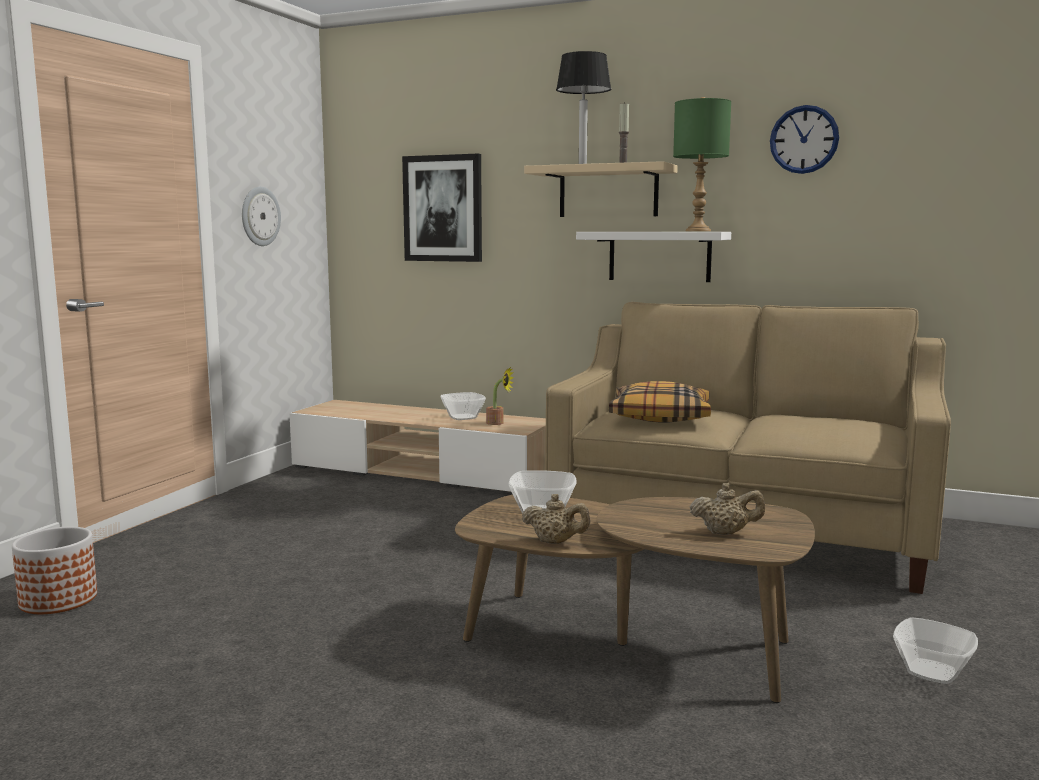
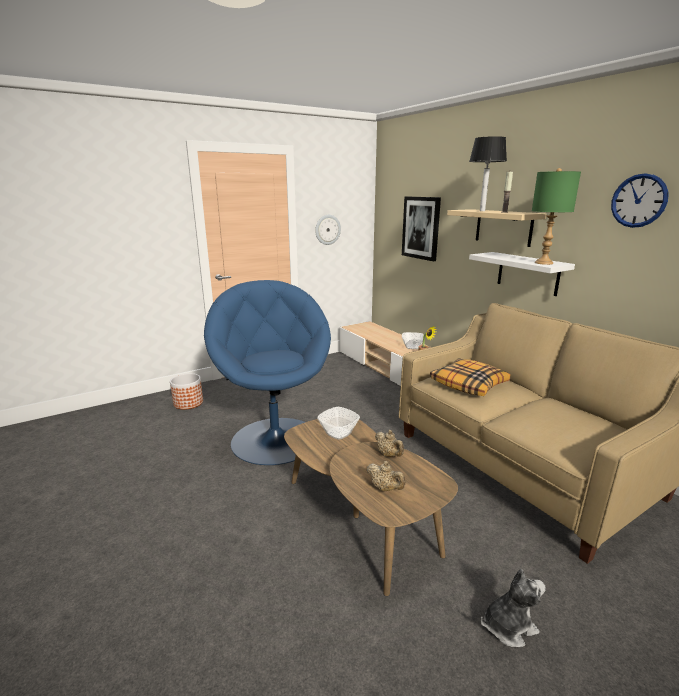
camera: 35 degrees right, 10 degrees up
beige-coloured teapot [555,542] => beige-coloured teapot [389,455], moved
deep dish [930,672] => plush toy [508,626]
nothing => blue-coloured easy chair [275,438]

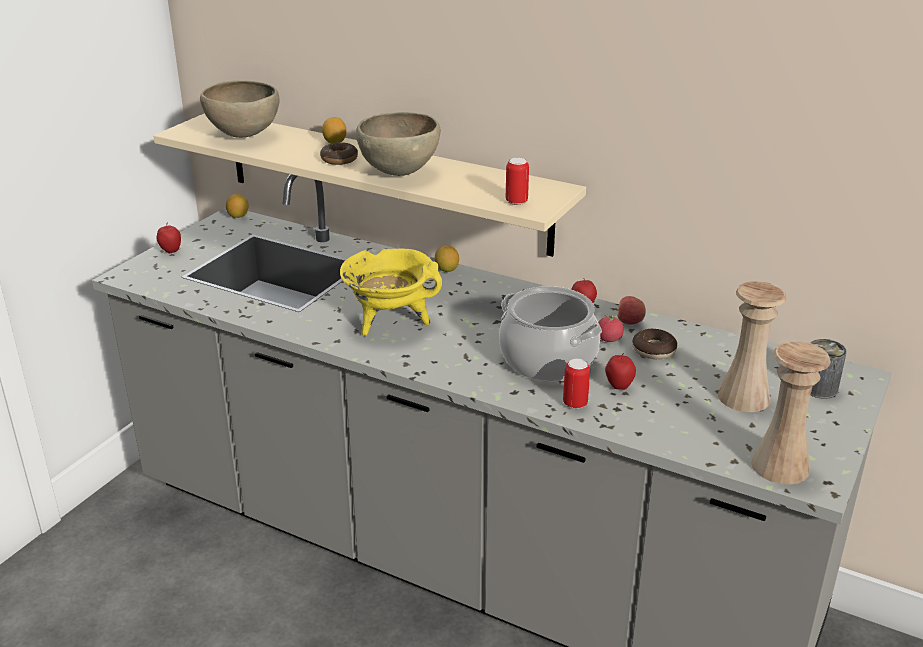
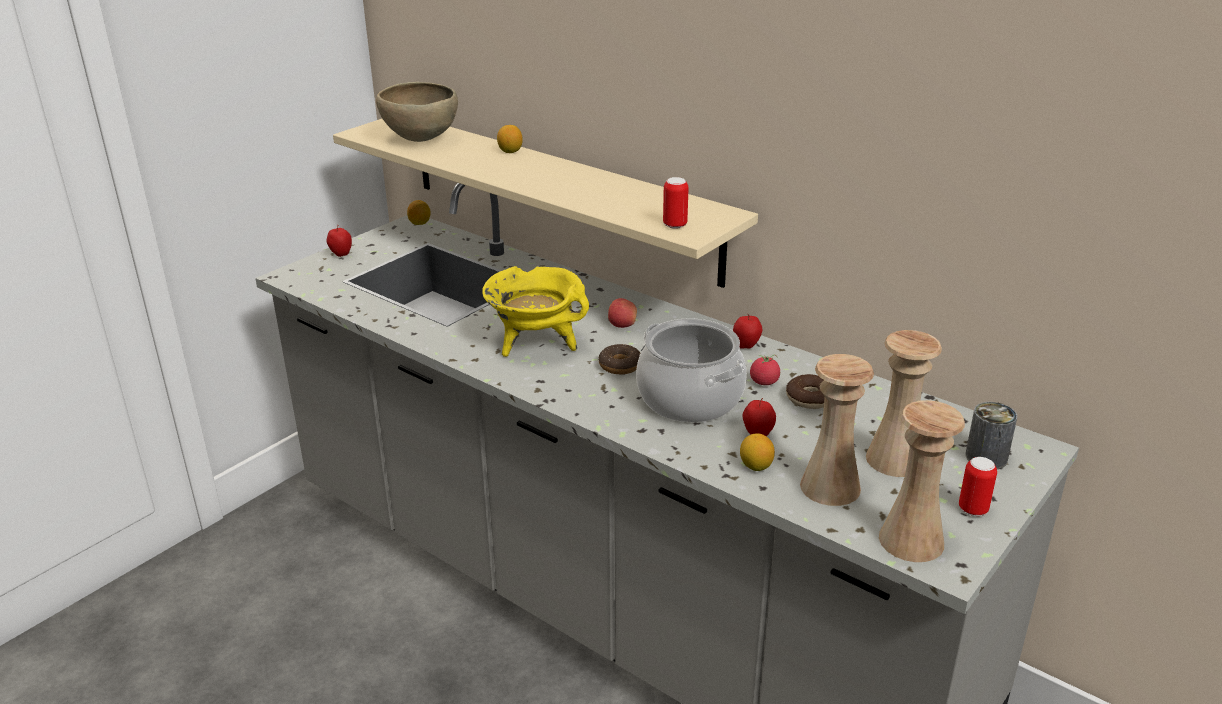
camera: 10 degrees right, 0 degrees up
brownish deep dish [399,173] => nothing
donut [339,159] => donut [620,365], moved
lemon [447,270] => lemon [756,466], moved
whole apple [629,322] => whole apple [622,325], moved
sealed can [575,404] => sealed can [973,509], moved
nothing => beige-coloured vase [830,487]

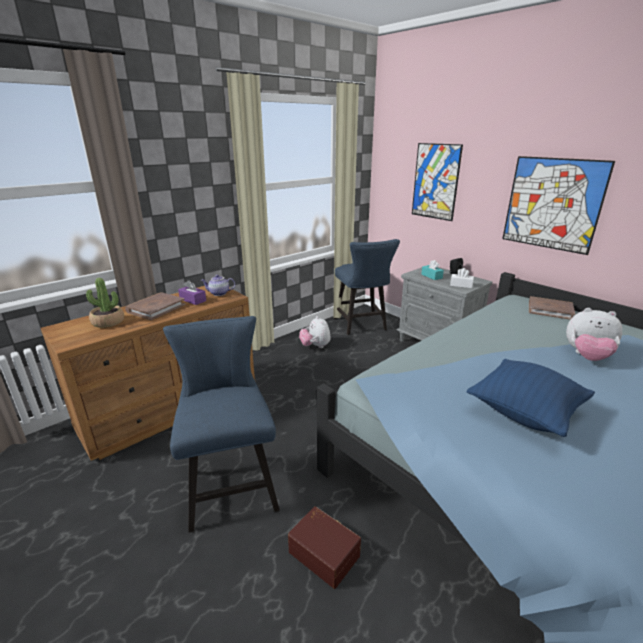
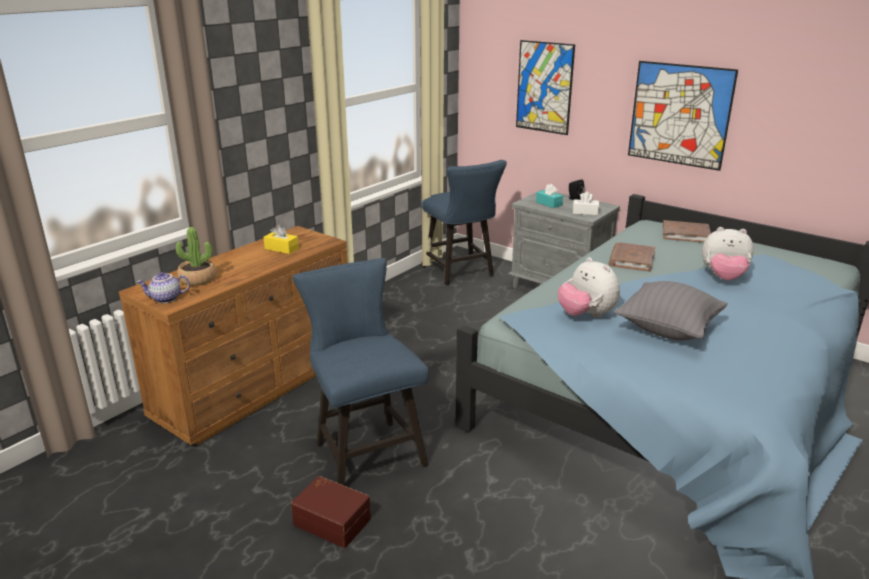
camera: 10 degrees left, 0 degrees up
teapot [219,293] => teapot [165,299], moved
purplish box of tissues [193,300] => yellowish box of tissues [281,248]
brownish bound book [156,308] => brownish bound book [631,259], moved
plush toy [315,346] => plush toy [586,315], moved
blue-coloured throw pillow [525,413] => grey throw pillow [668,330]
brownish storage container [325,552] => brownish storage container [333,520], moved

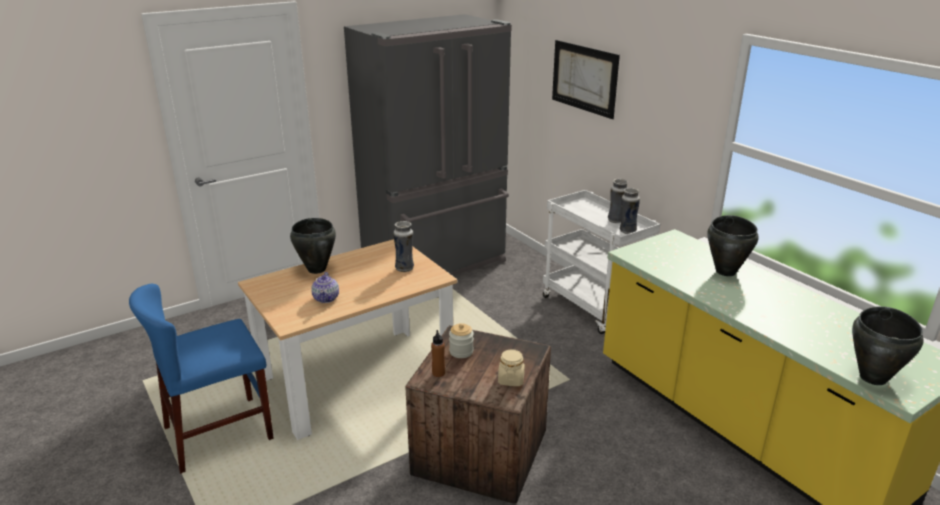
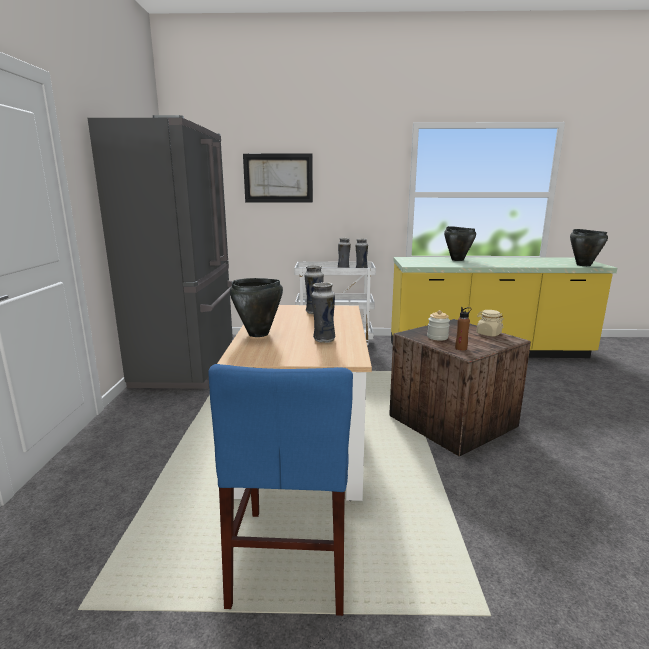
camera: 55 degrees left, 10 degrees down
teapot [326,298] => vase [323,340]

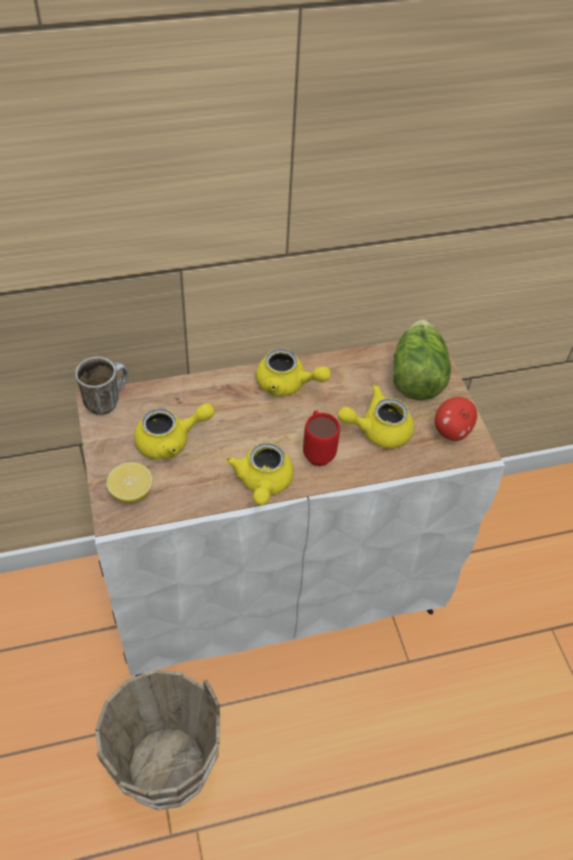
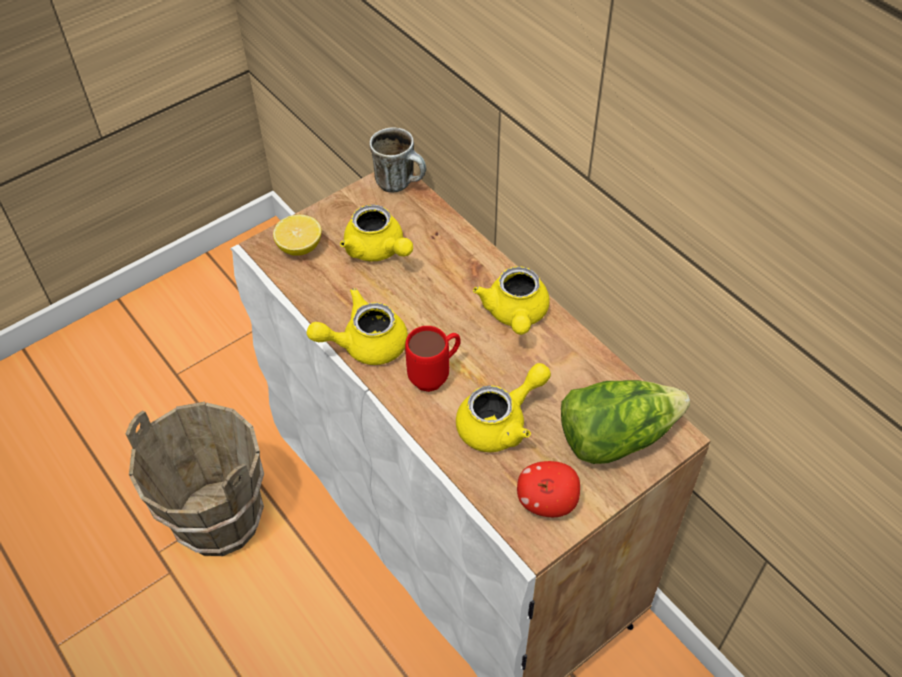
camera: 70 degrees right, 0 degrees up
yellowish teapot [377,430] => yellowish teapot [501,423], 90 degrees clockwise

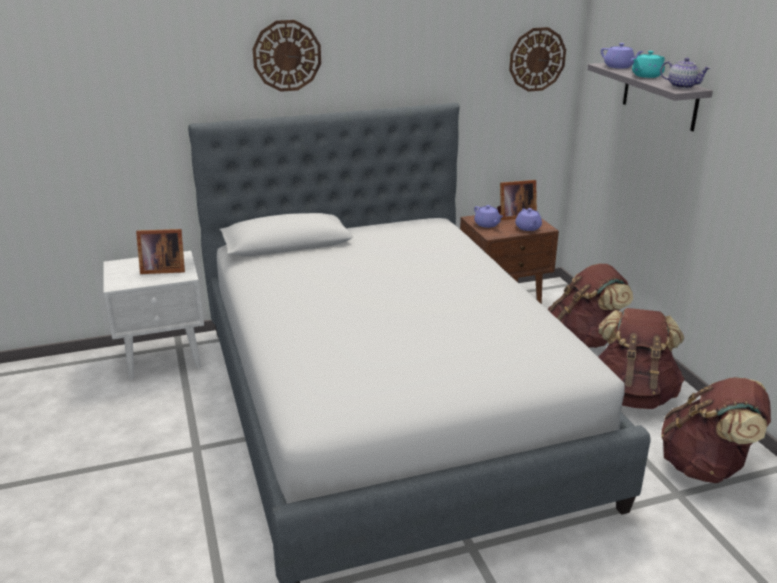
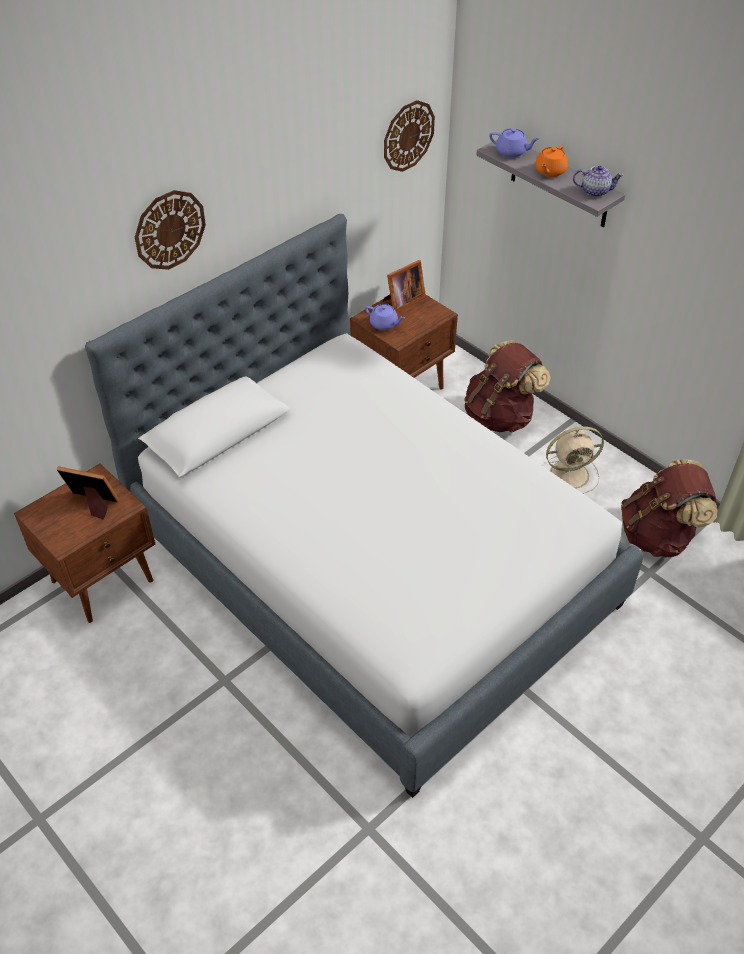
camera: 25 degrees left, 20 degrees up
turquoise-coloured teapot [646,76] => orange-coloured teapot [550,171]
purplish teapot [528,228] => nothing
photo frame [162,269] => photo frame [93,504], 135 degrees counterclockwise
white bedside table [164,357] => brownish bedside table [104,580]
brownish backpack [632,395] => beige-coloured electric fan [571,474]

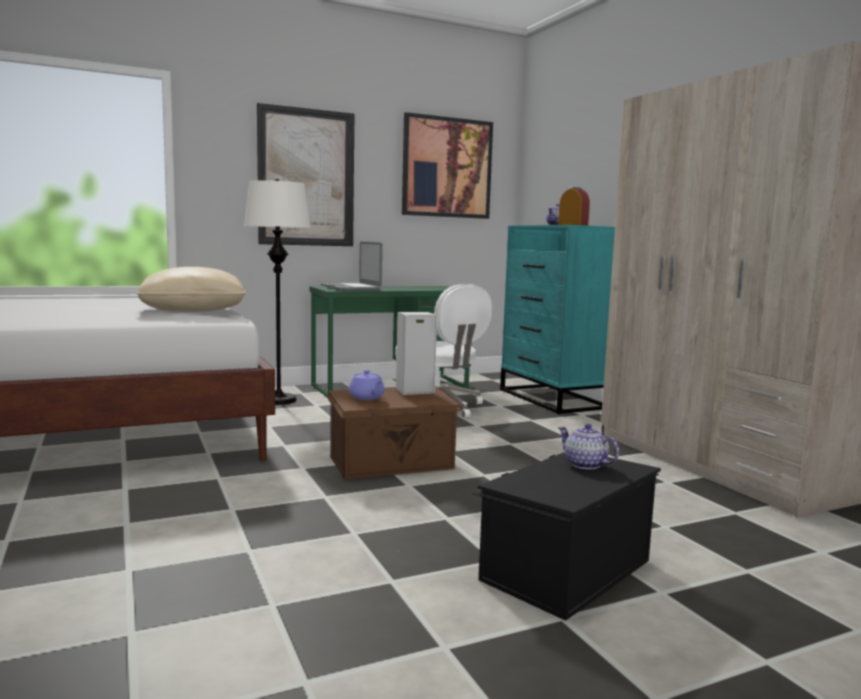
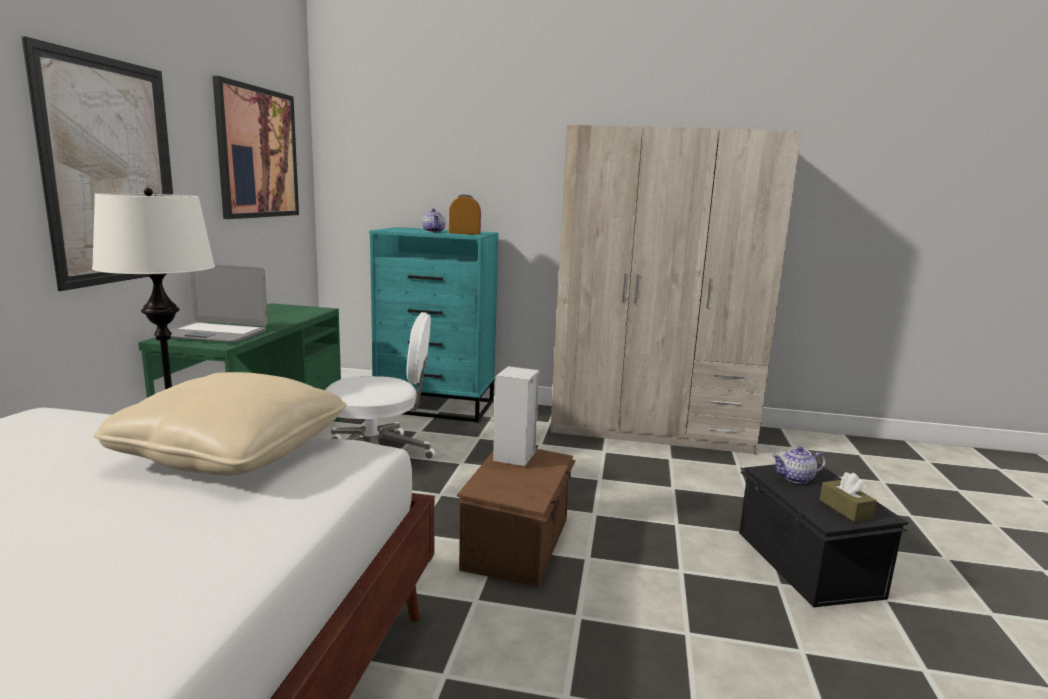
camera: 55 degrees left, 5 degrees up
purplish teapot [367,397] => nothing
nothing => brownish box of tissues [845,509]

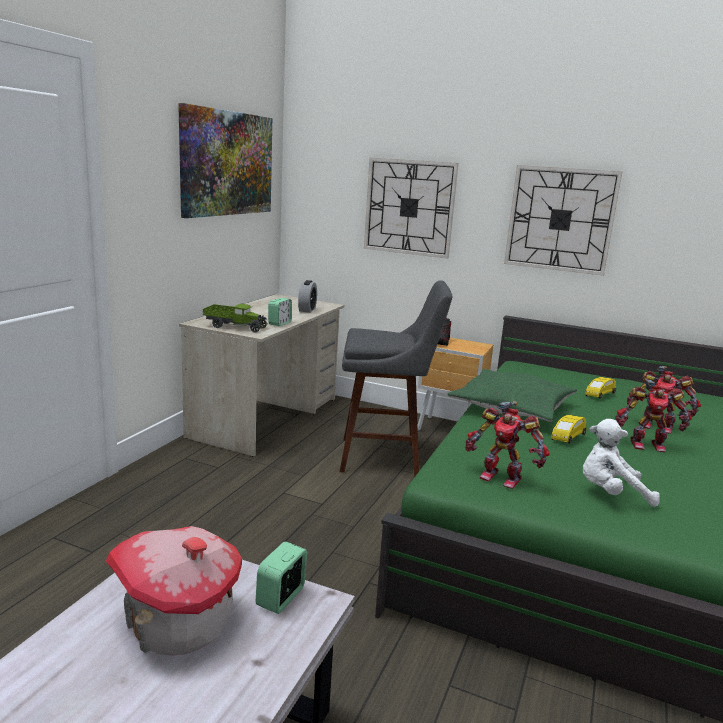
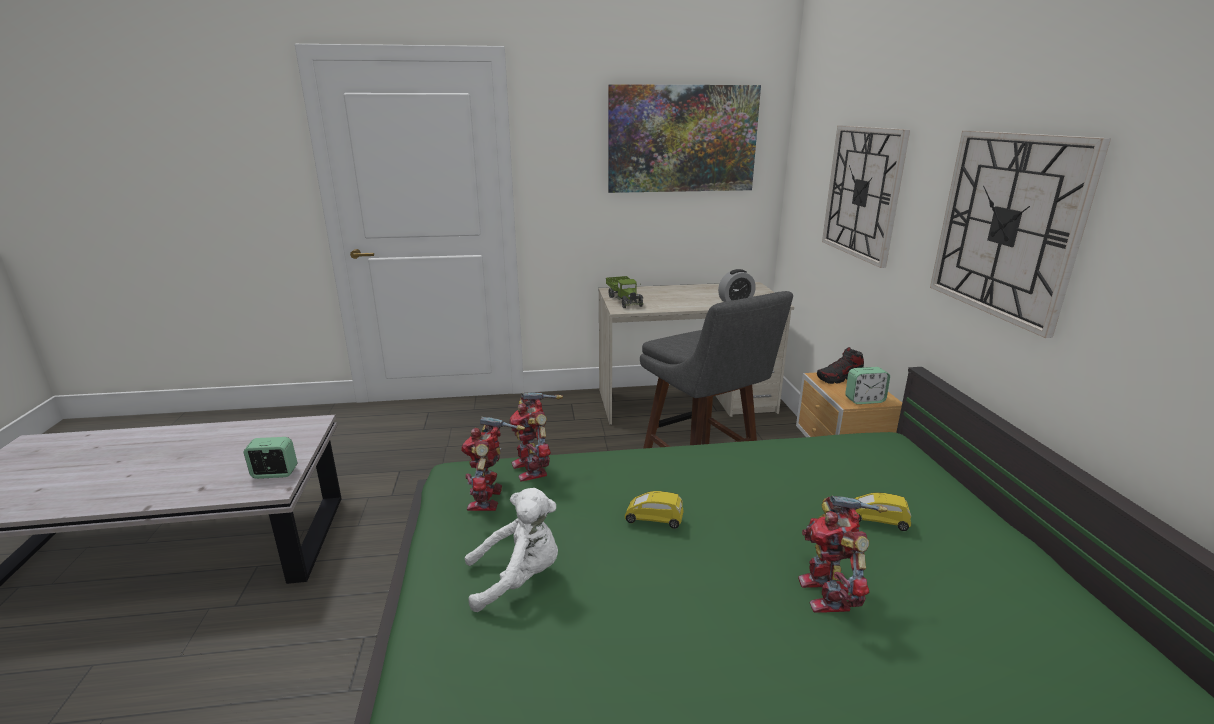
camera: 60 degrees right, 5 degrees up
table clock [279,323] => table clock [864,400], moved
green throw pillow [511,407] => nothing
model robot [646,444] => model robot [532,469], moved
white plush toy [610,494] => white plush toy [518,579], 105 degrees clockwise
miniature house [179,622] => nothing

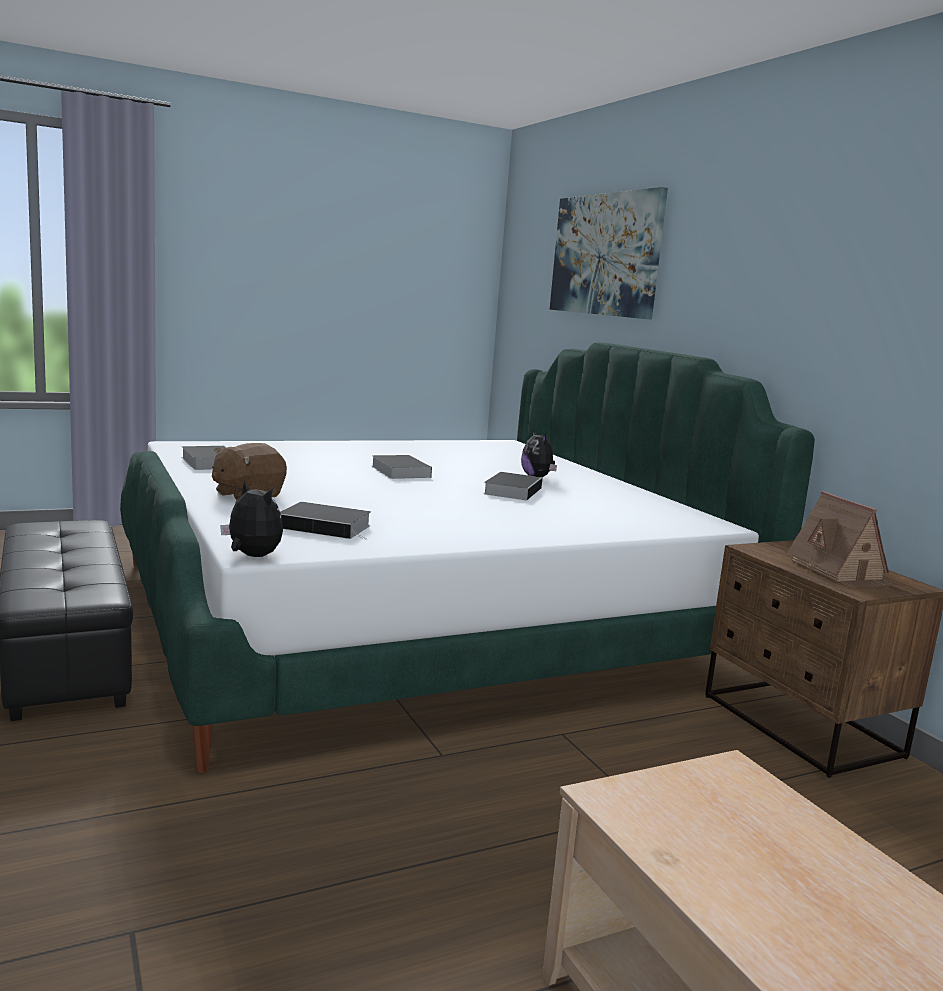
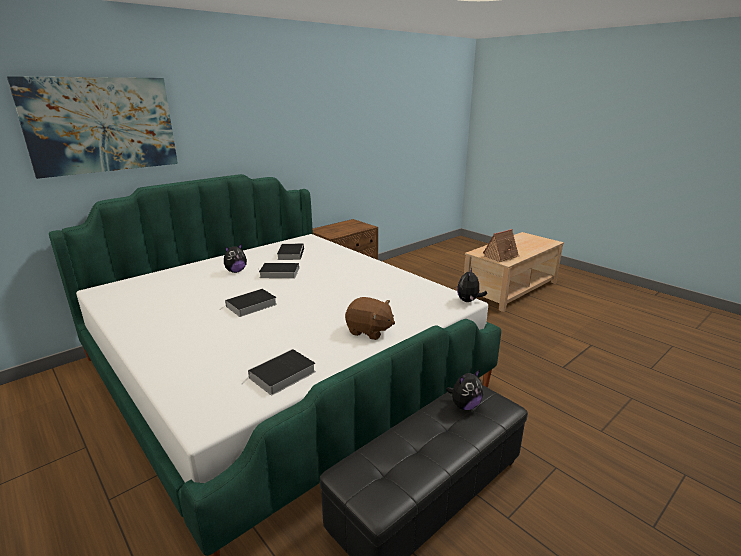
camera: 105 degrees left, 10 degrees up
miniature house [839,572] => miniature house [501,256], moved
bound book [327,526] => bound book [291,253], moved
nothing => plush toy [464,405]

